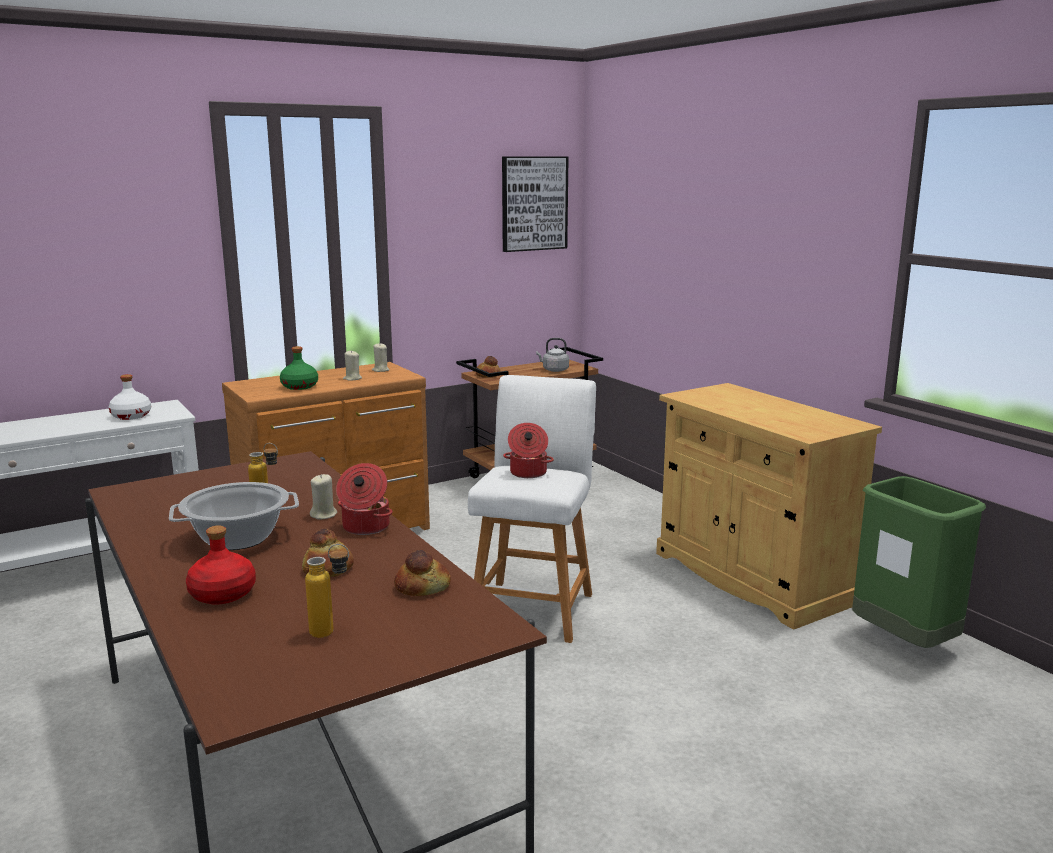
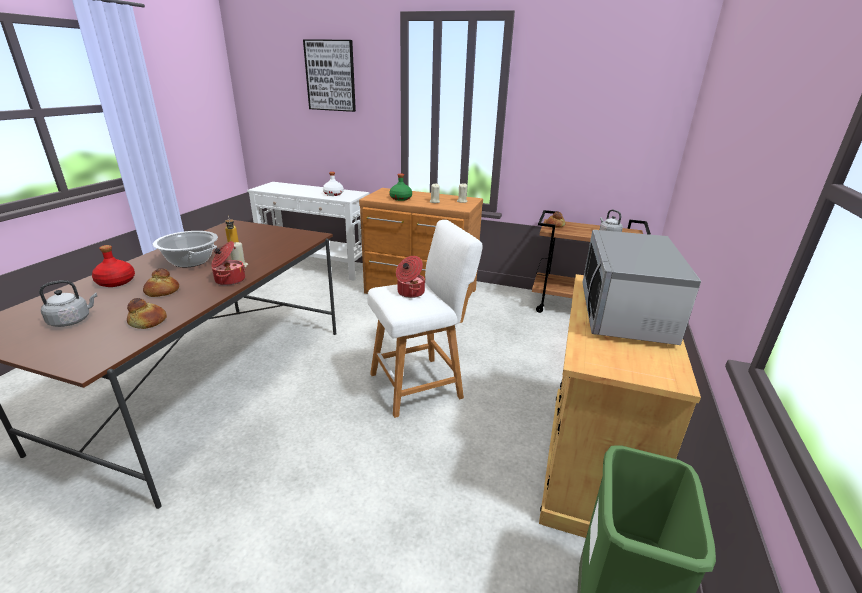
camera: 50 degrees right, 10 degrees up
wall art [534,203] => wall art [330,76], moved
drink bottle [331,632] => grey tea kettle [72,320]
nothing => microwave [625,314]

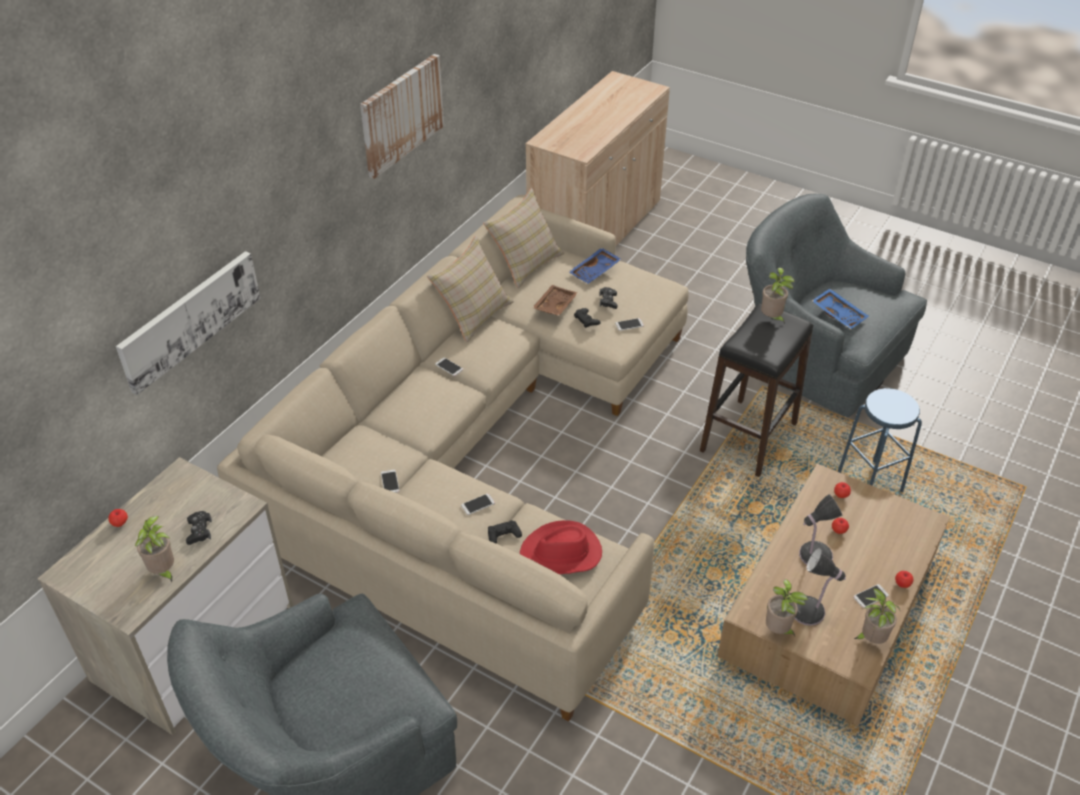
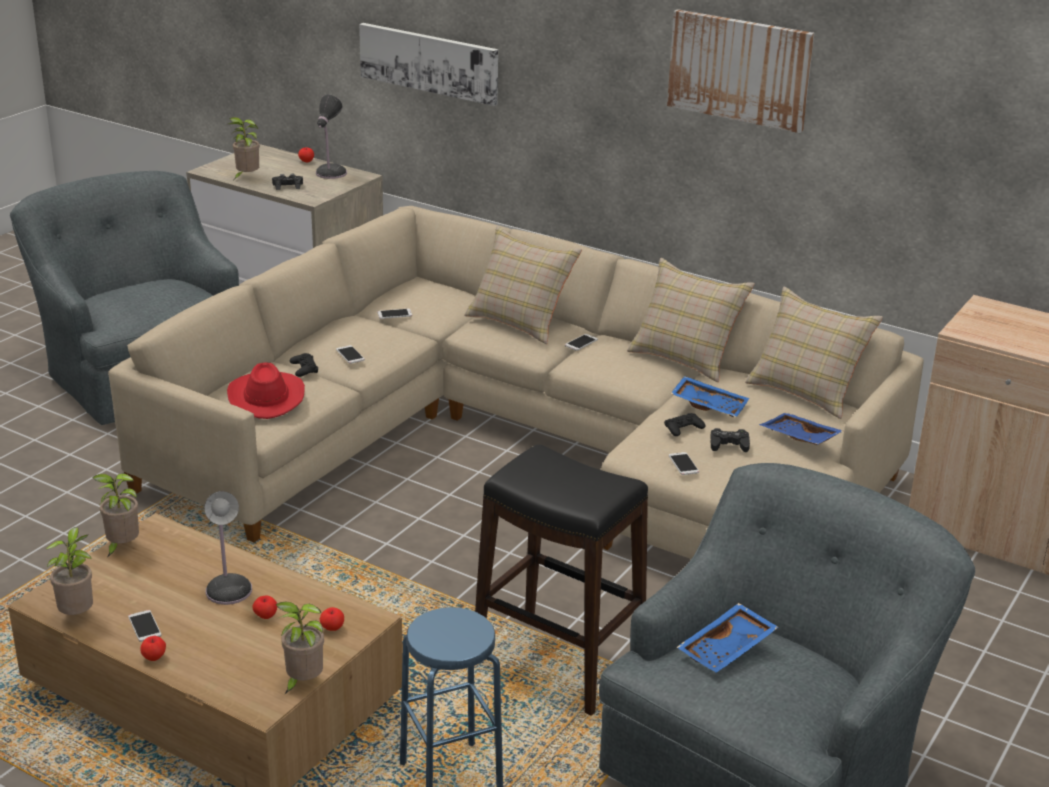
camera: 90 degrees right, 15 degrees down
potted plant [772,319] => potted plant [302,683], moved
brownish carrying tray [554,305] => blue-coloured carrying tray [709,405]
table lamp [809,612] => table lamp [330,174], moved
nothing => beige-coloured throw pillow [520,321]

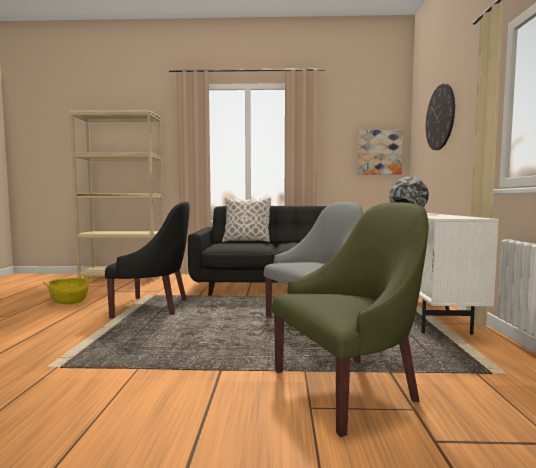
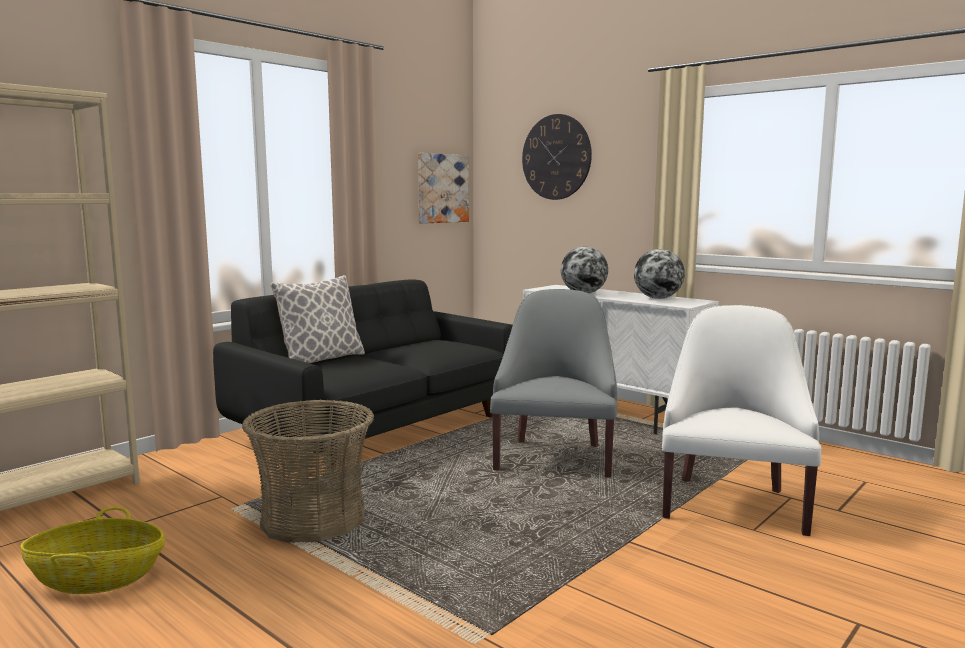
camera: 50 degrees left, 5 degrees up
black-coloured easy chair [153,307] => storage basket [314,519]
green easy chair [348,387] => white easy chair [732,503]
nothing => globe [658,298]

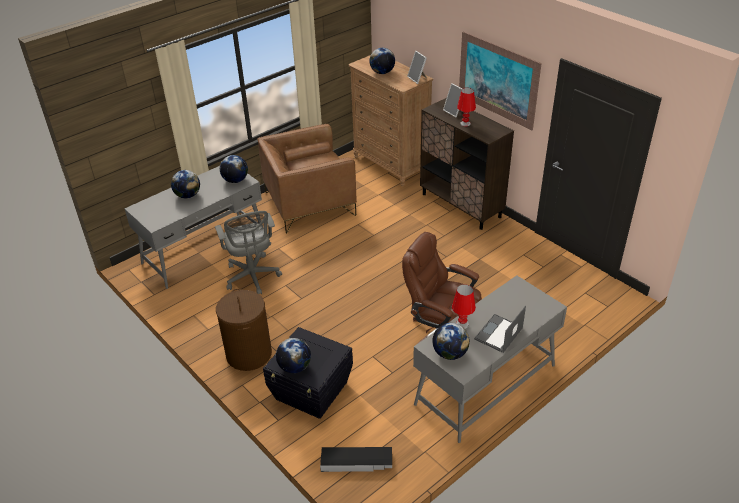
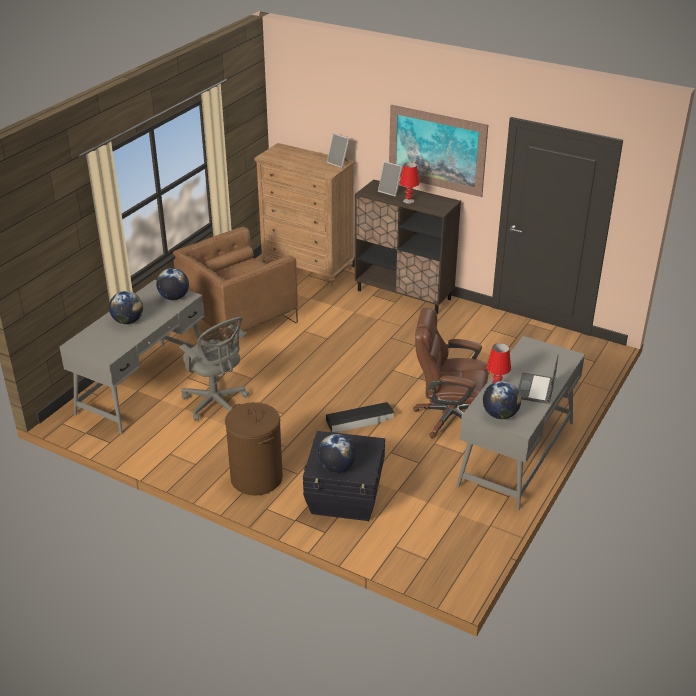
camera: 20 degrees left, 5 degrees down
globe [382,72] => nothing
black-coloured storage container [357,462] => black-coloured storage container [360,421], moved

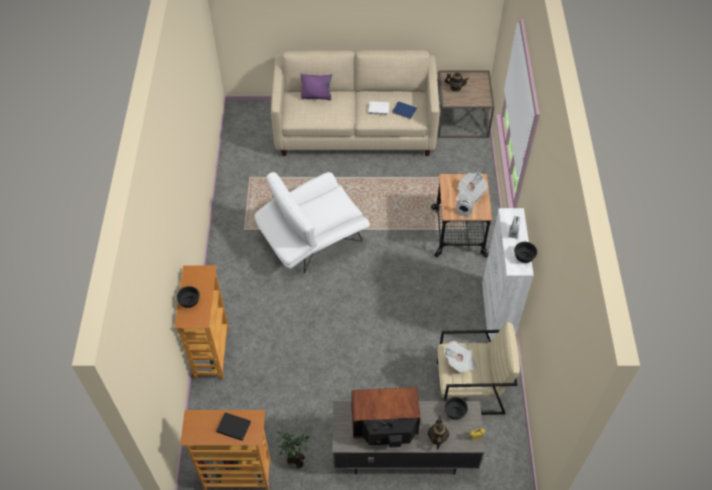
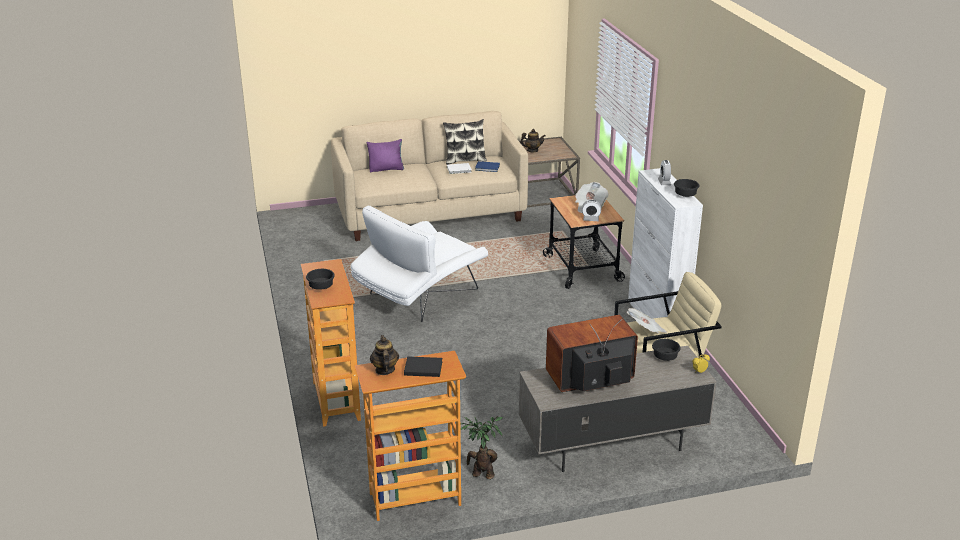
camera: 15 degrees left, 25 degrees down
teapot [437,438] => teapot [384,370], moved
nothing => throw pillow [465,160]

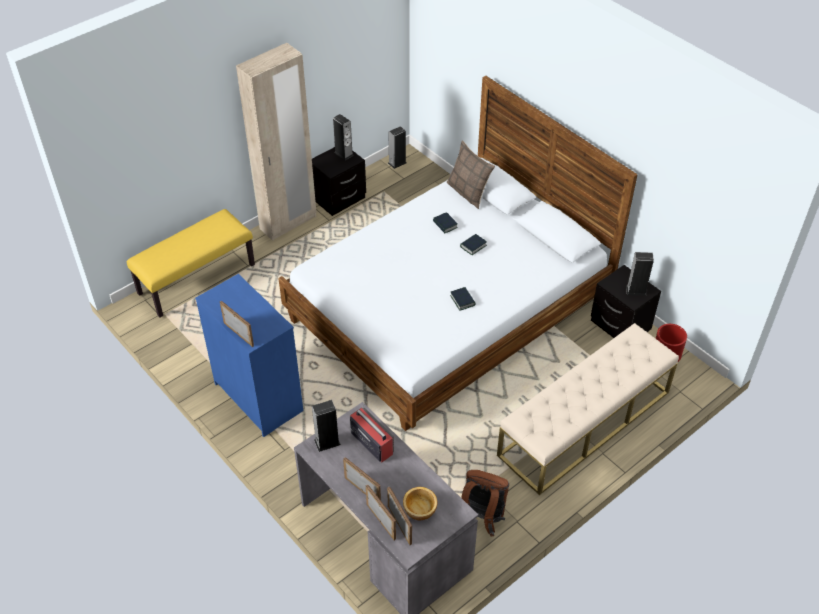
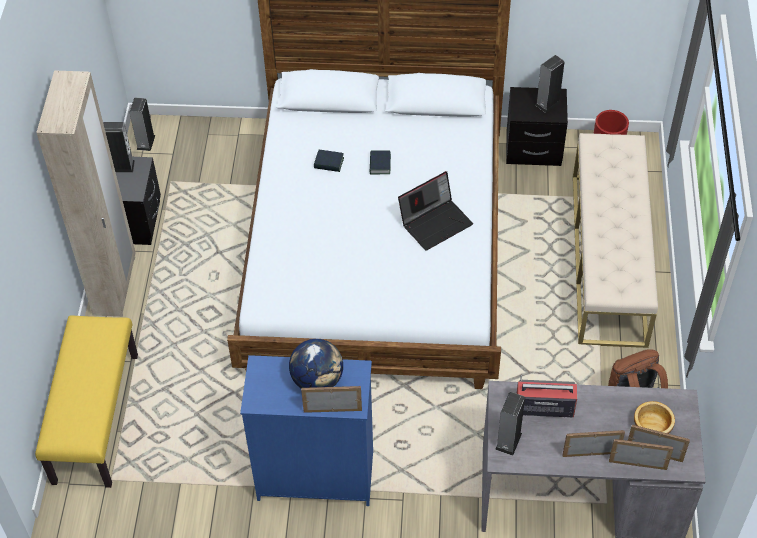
camera: 45 degrees left, 5 degrees up
throw pillow [468,192] => nothing
bound book [462,300] => laptop [436,222]
nothing => globe [317,380]

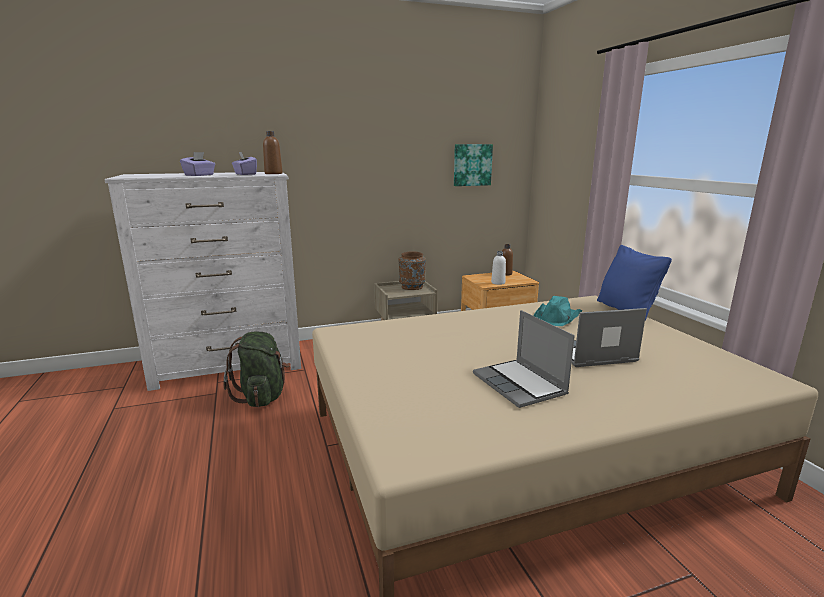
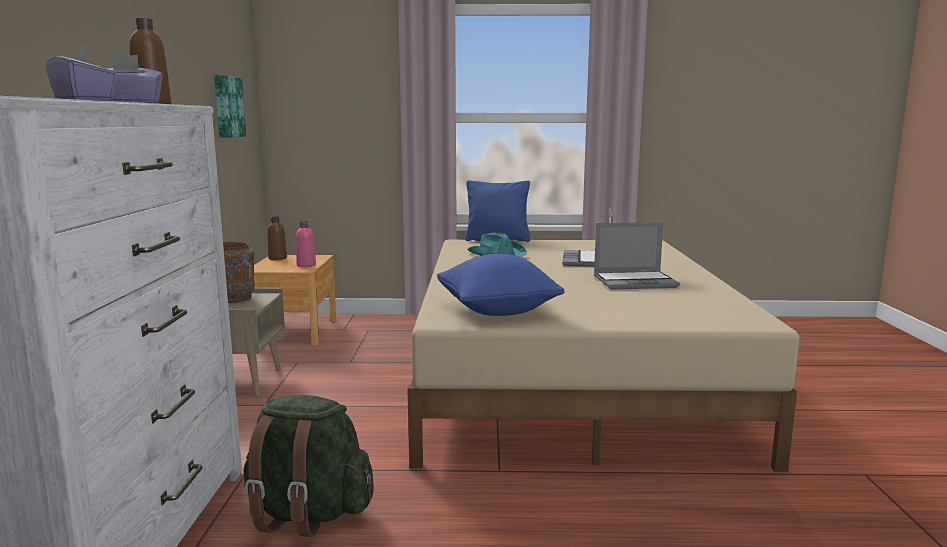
camera: 70 degrees left, 5 degrees down
white drink bottle [498,283] => pink drink bottle [306,265]
nothing => blue-coloured throw pillow [497,311]

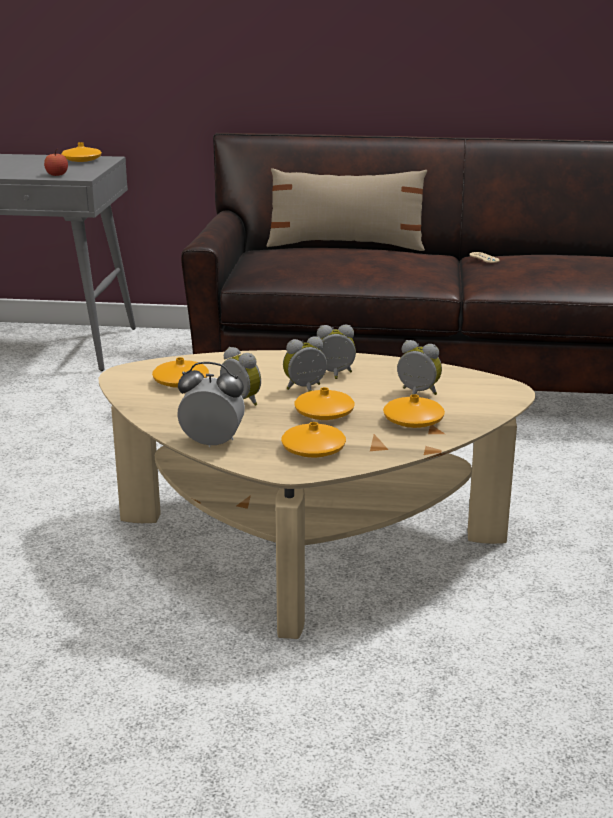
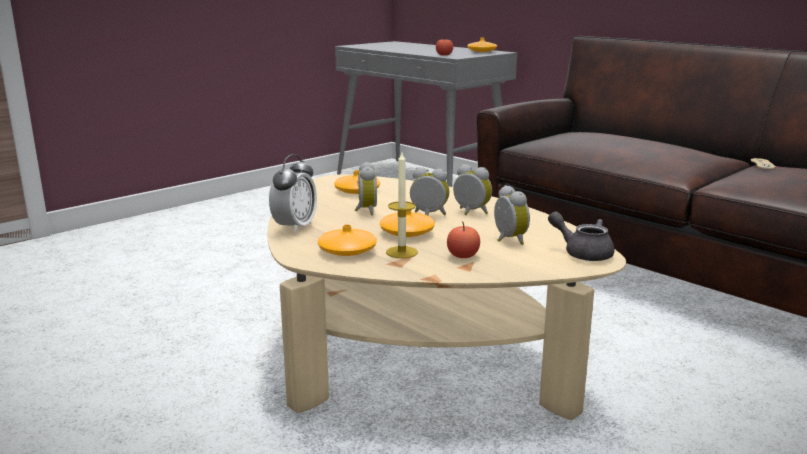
camera: 40 degrees right, 5 degrees down
beige-coloured throw pillow [346,245] => nothing
table clock [212,443] => table clock [295,227], 60 degrees clockwise
orange-coloured vase [413,421] => whole apple [463,256]
nothing => candle [401,252]
nothing => grey teapot [582,253]

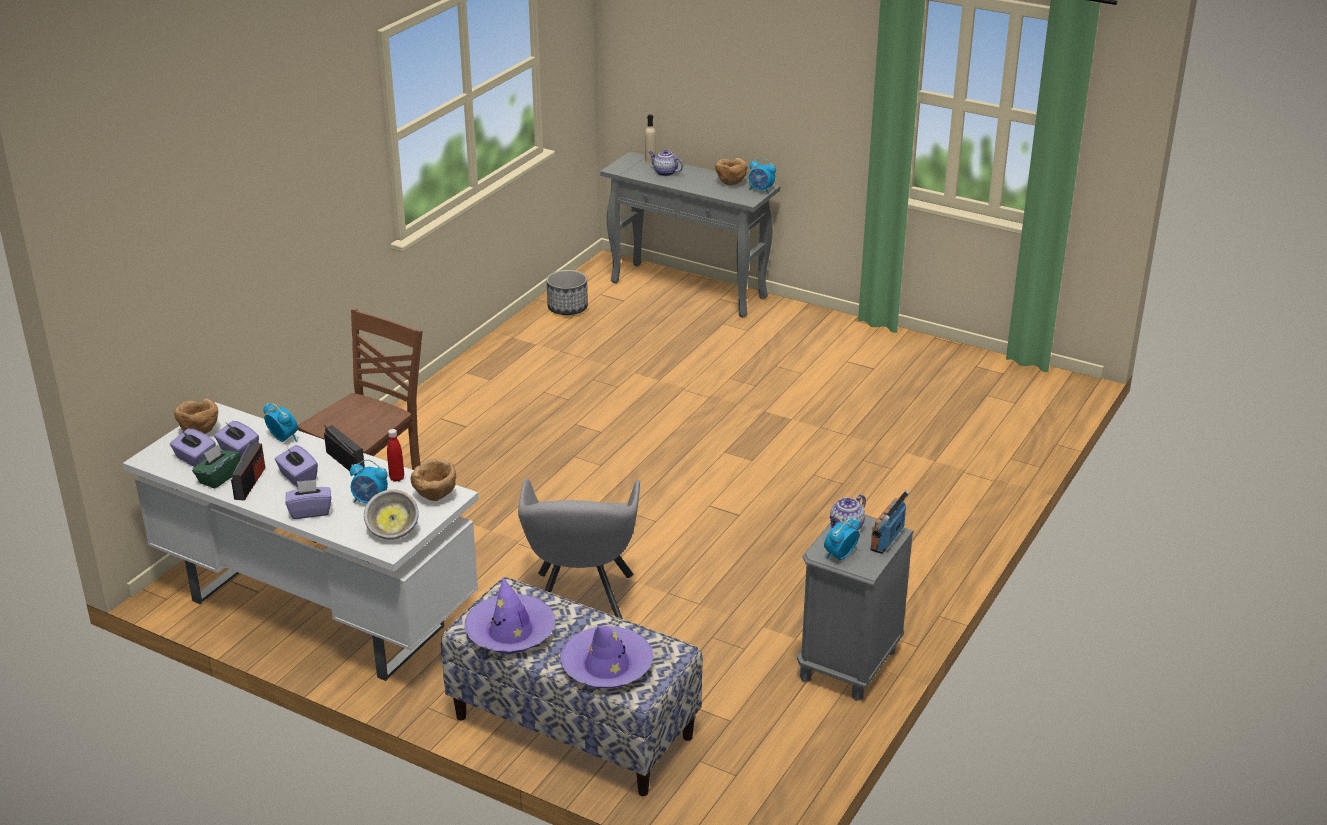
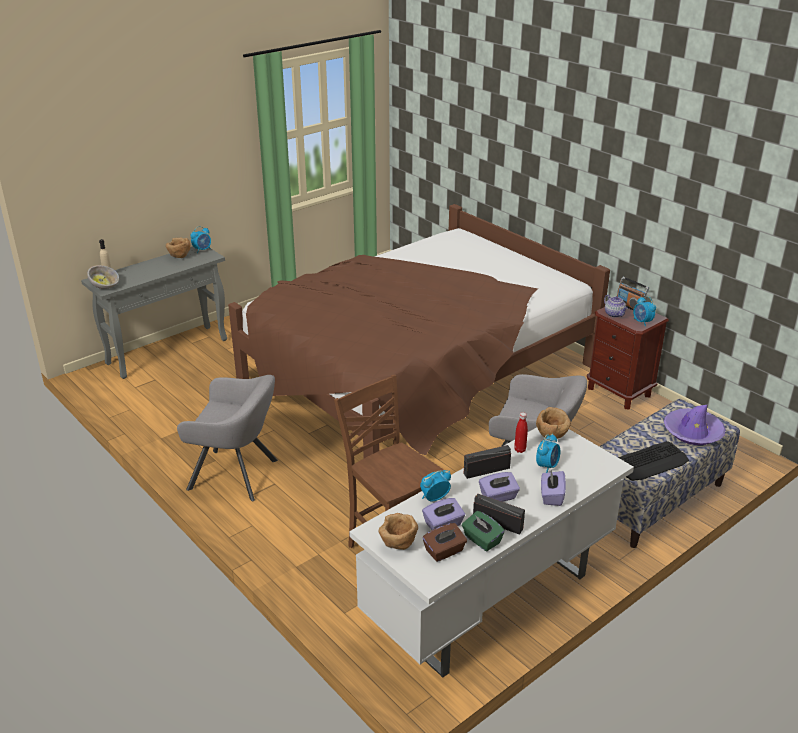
camera: 70 degrees left, 0 degrees up
teapot [665,172] => nothing
planter [567,308] => nothing
purplish box of tissues [194,459] => brownish box of tissues [444,551]
deep dish [393,531] => deep dish [105,286], moved
grey bedside table [848,665] => brownish bedside table [619,392]
purplish hat [510,632] => PC keyboard [650,462]
nothing => brownish sleeping bed [418,374]
nothing => grey easy chair [237,475]

